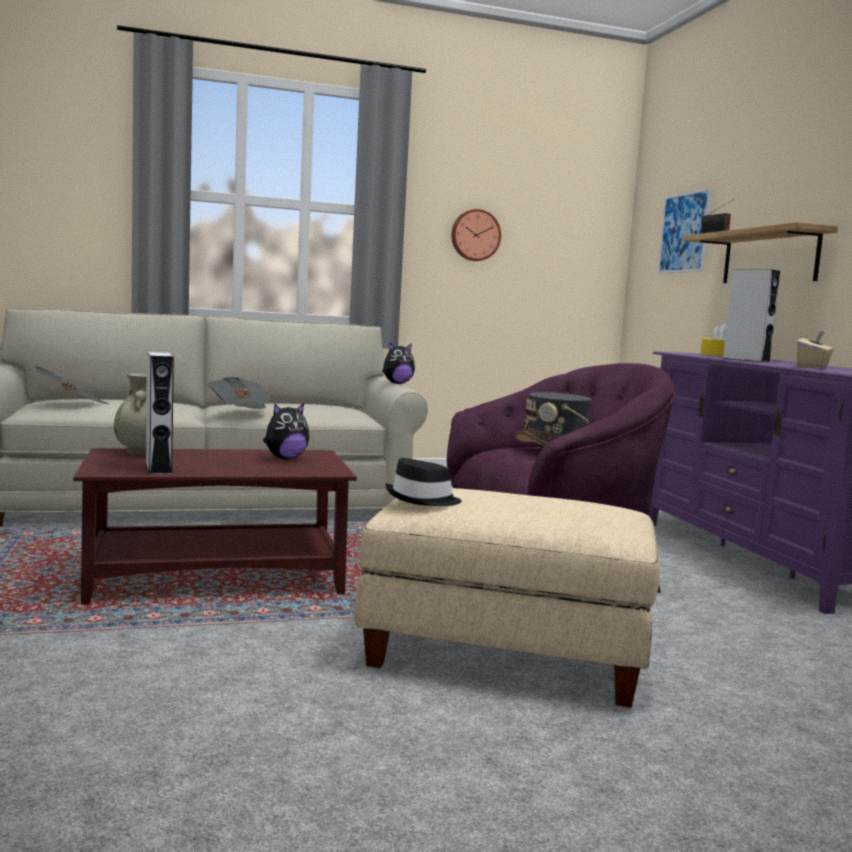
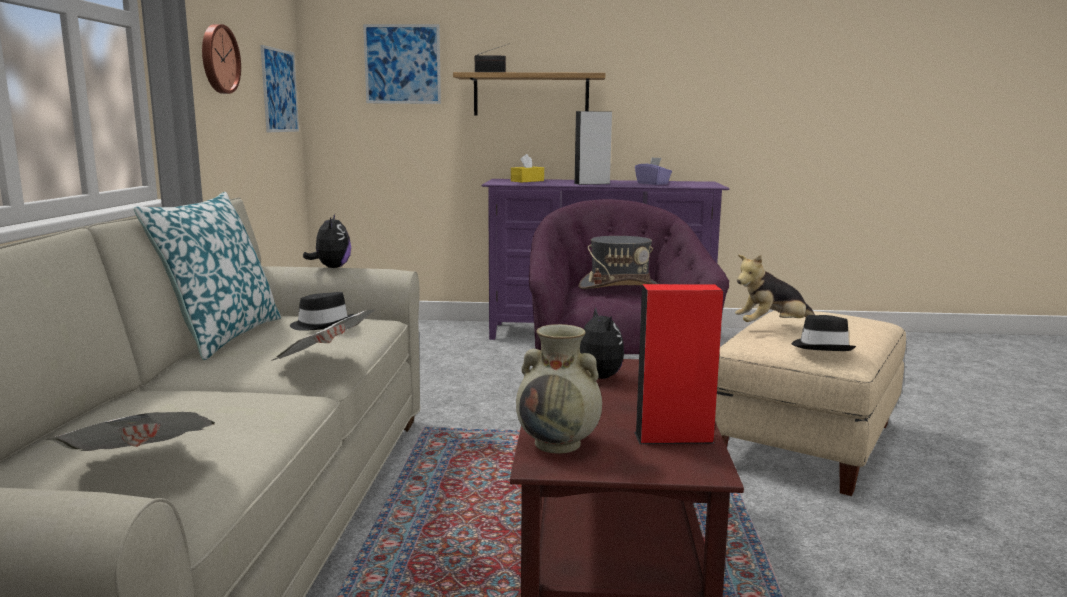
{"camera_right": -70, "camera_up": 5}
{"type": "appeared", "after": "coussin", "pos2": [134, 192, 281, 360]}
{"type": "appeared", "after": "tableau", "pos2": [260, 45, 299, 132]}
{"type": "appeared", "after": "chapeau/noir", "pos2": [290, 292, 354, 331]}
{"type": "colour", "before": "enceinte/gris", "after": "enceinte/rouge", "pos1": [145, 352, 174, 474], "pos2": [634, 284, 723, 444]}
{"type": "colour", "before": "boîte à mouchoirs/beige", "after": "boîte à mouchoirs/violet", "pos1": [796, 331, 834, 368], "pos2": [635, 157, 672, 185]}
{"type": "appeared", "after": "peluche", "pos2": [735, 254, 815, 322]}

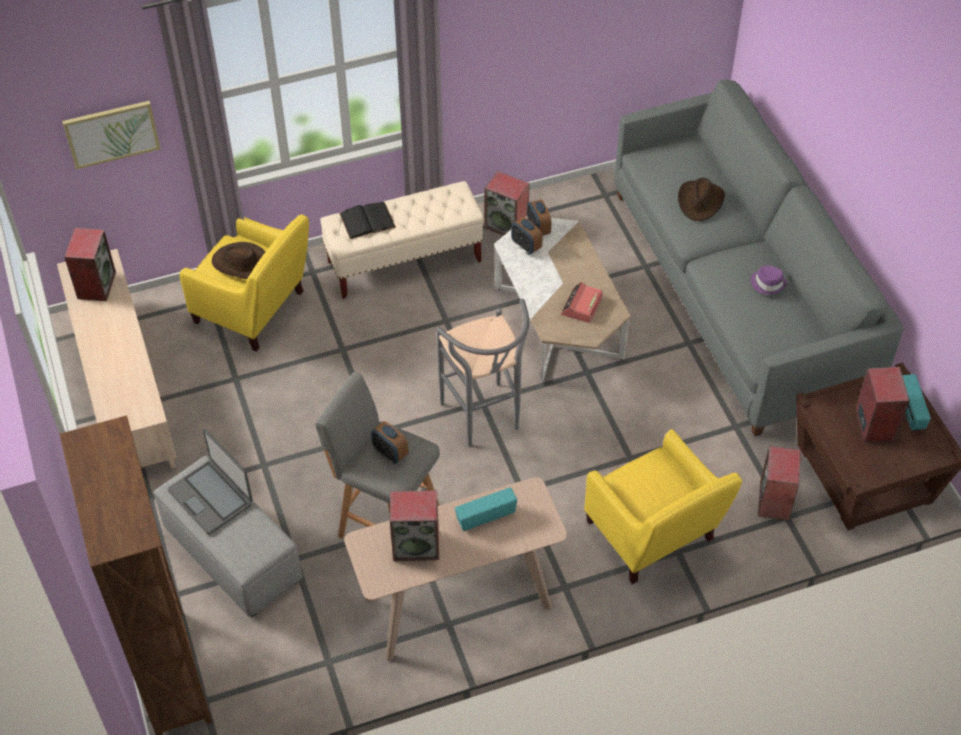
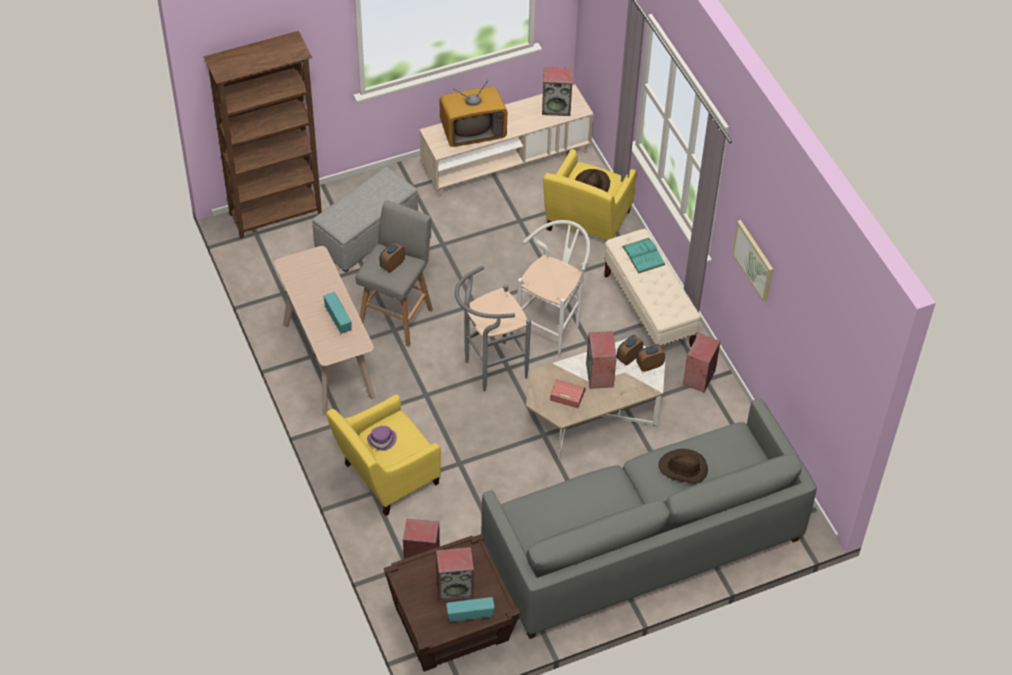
{"camera_right": 85, "camera_up": 0}
{"type": "relocated", "before": "chapeau/violet", "pos1": [751, 265, 787, 295], "pos2": [367, 426, 397, 450]}
{"type": "appeared", "after": "téléviseur", "pos2": [440, 80, 507, 147]}
{"type": "appeared", "after": "tabouret/blanc", "pos2": [517, 220, 591, 358]}
{"type": "relocated", "before": "enceinte", "pos1": [390, 490, 439, 561], "pos2": [586, 331, 617, 389]}
{"type": "colour", "before": "livre/noir", "after": "livre/turquoise", "pos1": [340, 202, 396, 239], "pos2": [622, 238, 665, 274]}
{"type": "relocated", "before": "tableau", "pos1": [62, 101, 161, 169], "pos2": [732, 220, 773, 302]}
{"type": "missing", "before": "ordinateur portable", "pos1": [168, 429, 253, 534]}

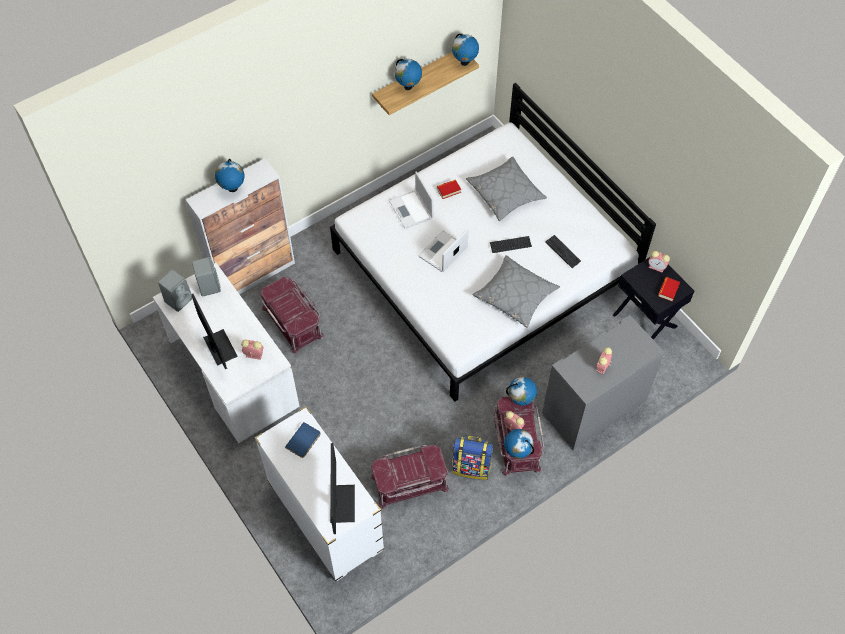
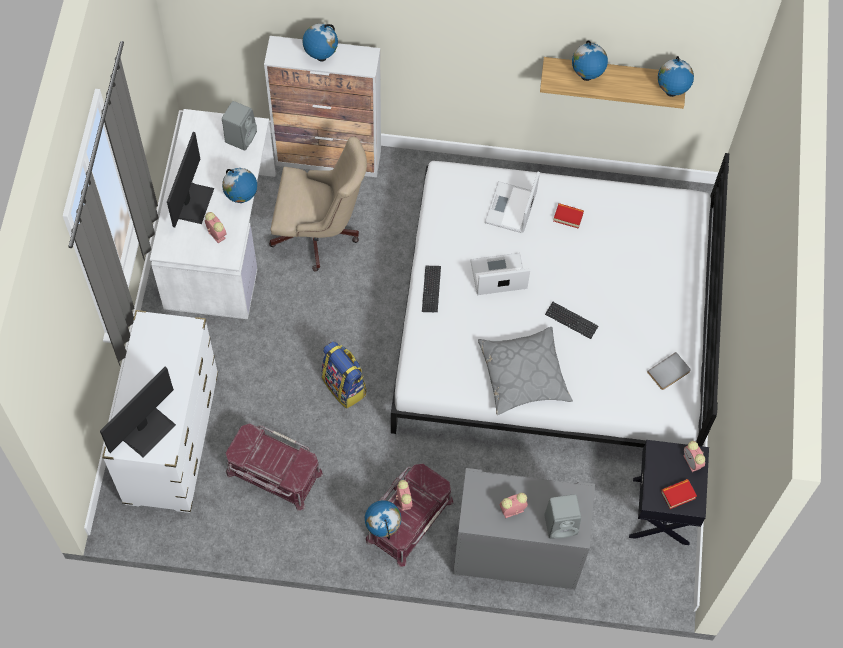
{"camera_right": 40, "camera_up": 5}
{"type": "relocated", "before": "globe", "pos1": [506, 377, 537, 406], "pos2": [222, 168, 257, 203]}
{"type": "exchanged", "before": "boîte de rangement/rouge", "after": "chaise de bureau/beige", "pos1": [261, 277, 324, 354], "pos2": [269, 137, 367, 272]}
{"type": "relocated", "before": "sac à dos", "pos1": [452, 436, 493, 480], "pos2": [321, 341, 367, 409]}
{"type": "relocated", "before": "clavier", "pos1": [545, 235, 581, 268], "pos2": [422, 266, 441, 312]}
{"type": "relocated", "before": "enceinte/gris", "pos1": [158, 270, 193, 312], "pos2": [544, 494, 581, 539]}
{"type": "appeared", "after": "livre/gris", "pos2": [647, 352, 691, 390]}
{"type": "missing", "before": "livre/bleu", "pos1": [285, 422, 321, 458]}
{"type": "missing", "before": "coussin/gris", "pos1": [466, 157, 547, 221]}

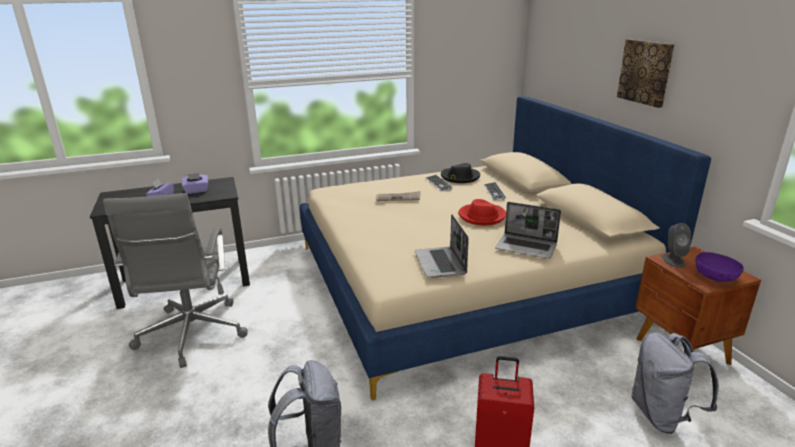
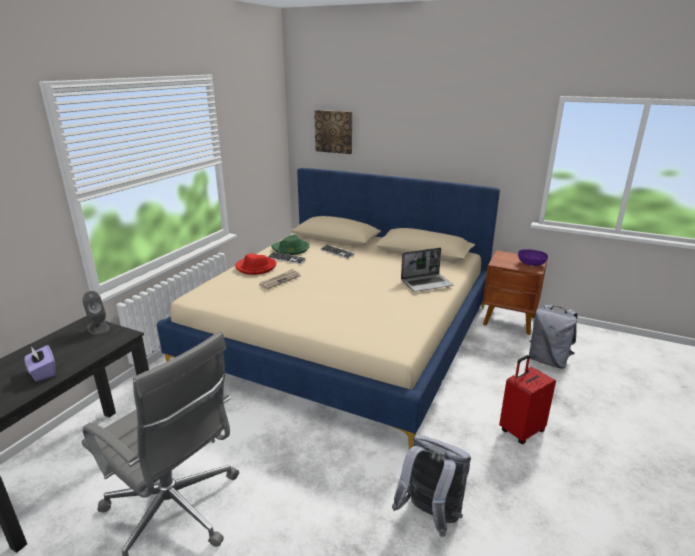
{"camera_right": -45, "camera_up": 0}
{"type": "relocated", "before": "enceinte/gris", "pos1": [662, 223, 691, 267], "pos2": [83, 291, 109, 335]}
{"type": "relocated", "before": "chapeau/rouge", "pos1": [458, 199, 506, 225], "pos2": [235, 254, 276, 275]}
{"type": "colour", "before": "chapeau/noir", "after": "chapeau/vert", "pos1": [441, 163, 480, 183], "pos2": [271, 235, 310, 255]}
{"type": "relocated", "before": "tableau", "pos1": [617, 39, 674, 108], "pos2": [314, 110, 352, 154]}
{"type": "missing", "before": "boîte à mouchoirs/violet", "pos1": [181, 173, 208, 194]}
{"type": "missing", "before": "ordinateur portable", "pos1": [414, 214, 469, 278]}

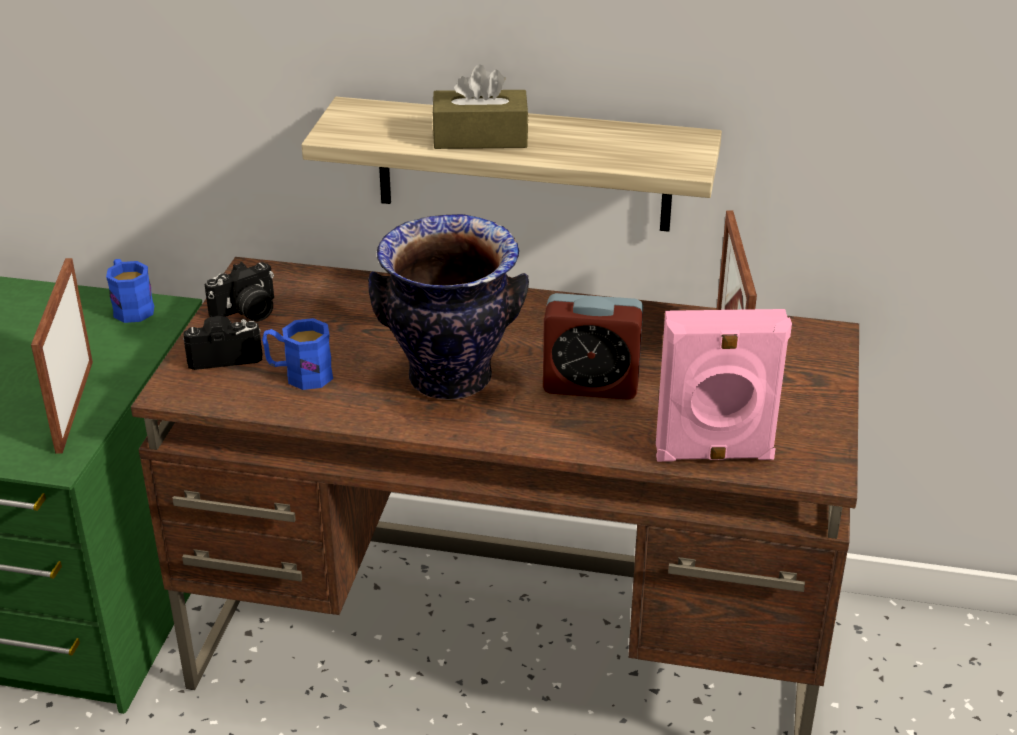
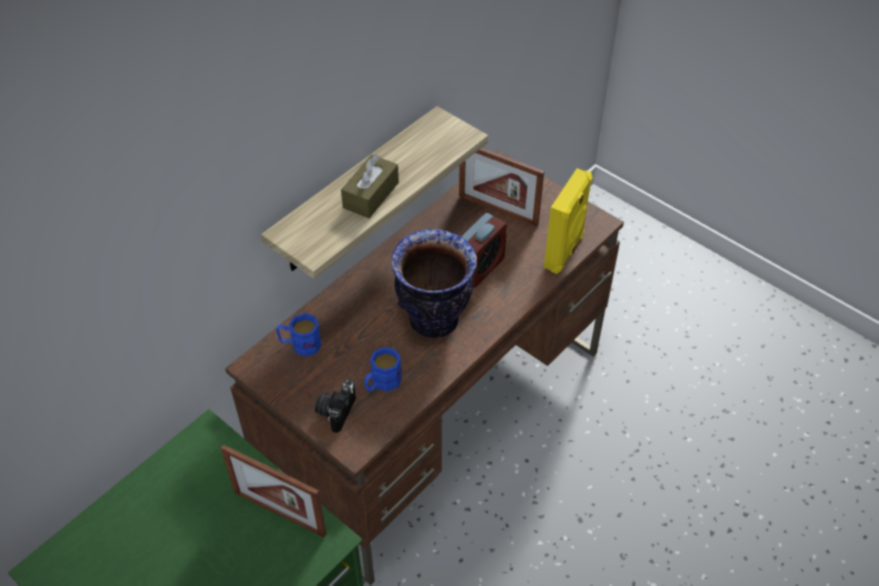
{"camera_right": -60, "camera_up": 15}
{"type": "relocated", "before": "mug/bleu", "pos1": [106, 259, 154, 323], "pos2": [276, 313, 322, 357]}
{"type": "colour", "before": "enceinte/rose", "after": "enceinte/jaune", "pos1": [656, 309, 792, 462], "pos2": [544, 168, 593, 274]}
{"type": "missing", "before": "appareil photo", "pos1": [205, 262, 274, 321]}

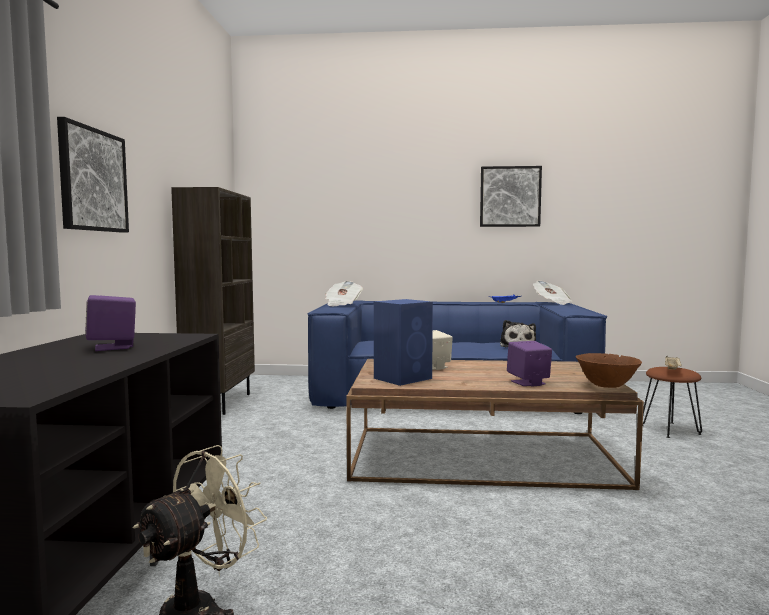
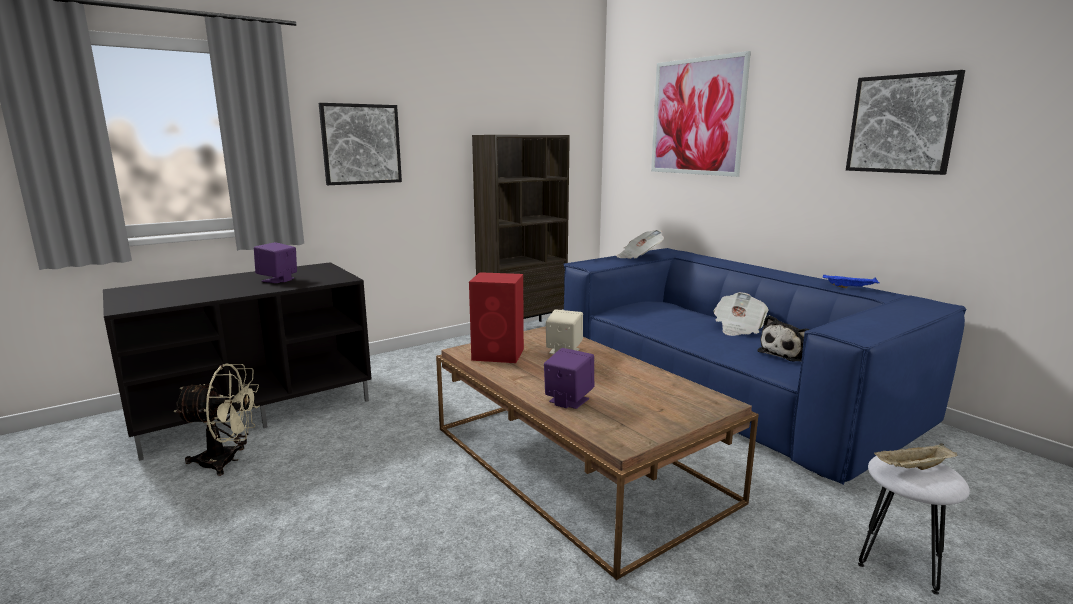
{"camera_right": 50, "camera_up": 10}
{"type": "colour", "before": "enceinte/bleu", "after": "enceinte/rouge", "pos1": [374, 299, 433, 386], "pos2": [469, 272, 524, 363]}
{"type": "appeared", "after": "tableau", "pos2": [651, 51, 751, 177]}
{"type": "relocated", "before": "journal", "pos1": [533, 280, 572, 305], "pos2": [713, 292, 769, 336]}
{"type": "colour", "before": "tabouret/marron", "after": "tabouret/blanc", "pos1": [643, 367, 702, 438], "pos2": [858, 456, 970, 594]}
{"type": "missing", "before": "bol/marron", "pos1": [576, 353, 642, 388]}

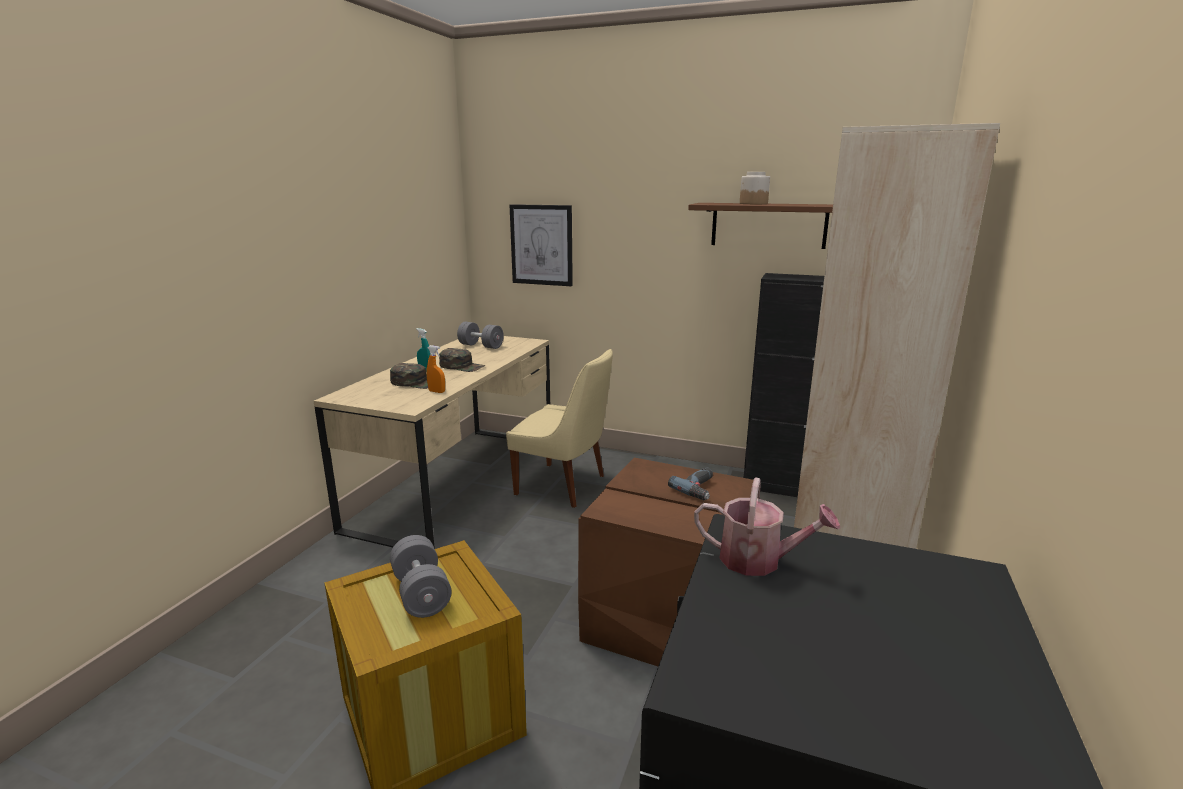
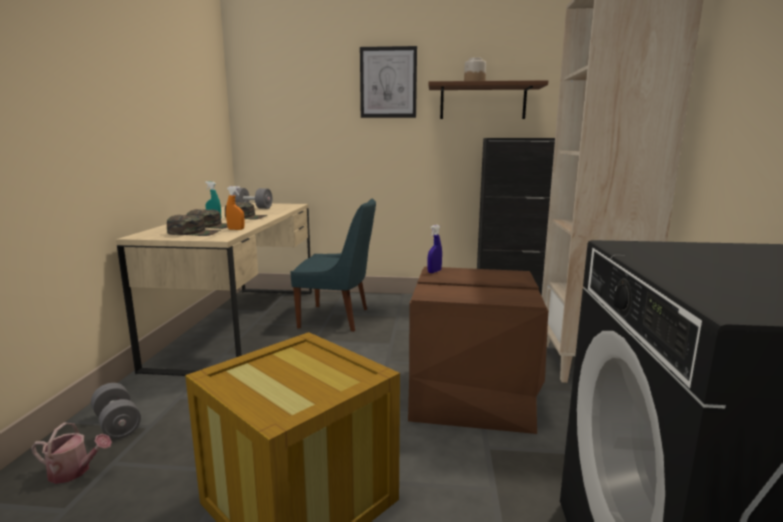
{"camera_right": -15, "camera_up": -5}
{"type": "relocated", "before": "arrosoir", "pos1": [694, 477, 841, 576], "pos2": [31, 422, 112, 484]}
{"type": "relocated", "before": "haltère/gris", "pos1": [390, 535, 452, 618], "pos2": [91, 383, 141, 439]}
{"type": "appeared", "after": "casquette/vert", "pos2": [167, 215, 221, 236]}
{"type": "colour", "before": "chaise/beige", "after": "chaise/bleu", "pos1": [506, 349, 613, 508], "pos2": [291, 199, 376, 332]}
{"type": "relocated", "before": "tableau", "pos1": [509, 204, 573, 286], "pos2": [360, 46, 417, 118]}
{"type": "appeared", "after": "vaporisateur/bleu", "pos2": [427, 225, 442, 273]}
{"type": "missing", "before": "perceuse", "pos1": [668, 467, 713, 500]}

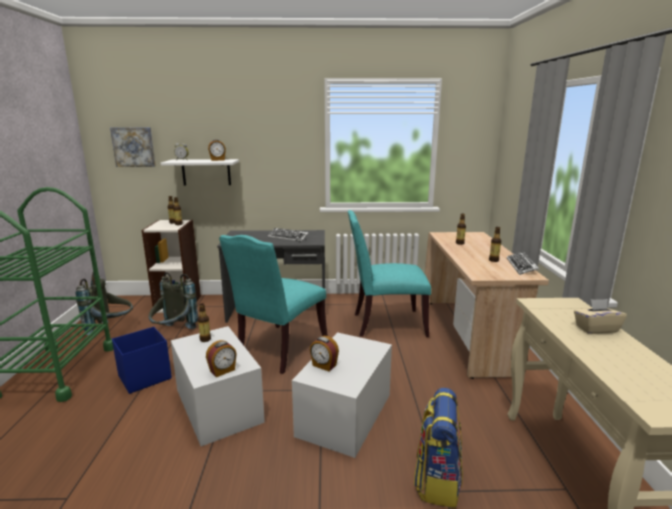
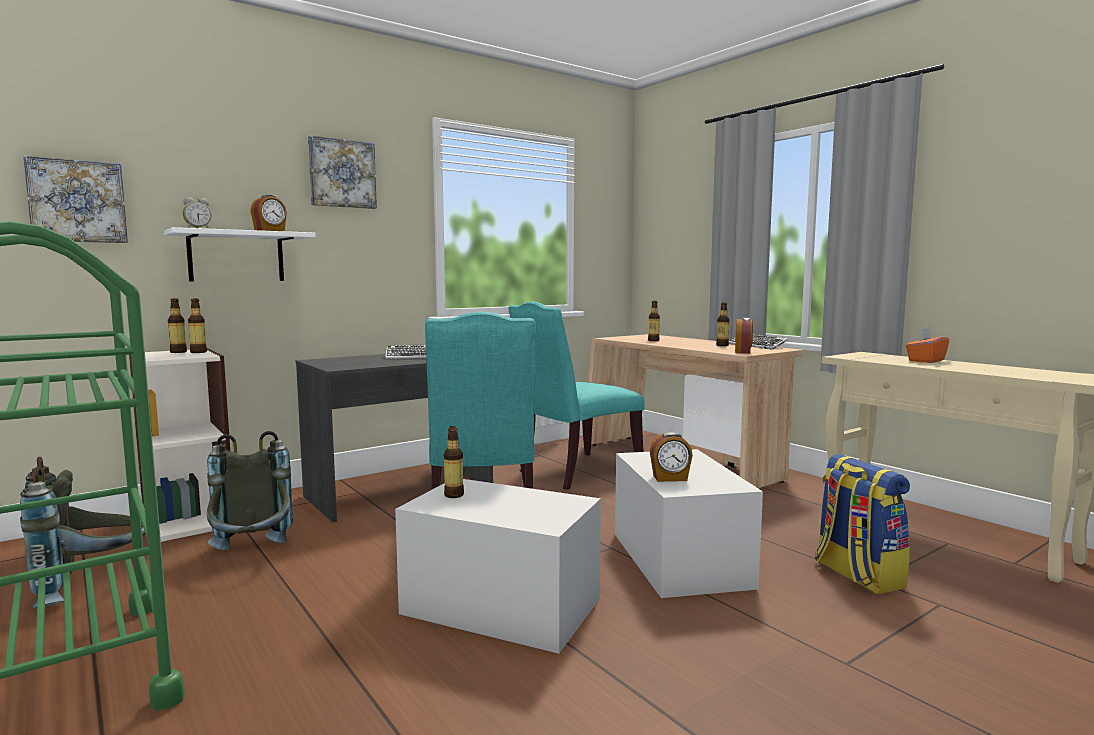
{"camera_right": -35, "camera_up": -10}
{"type": "appeared", "after": "tableau", "pos2": [308, 136, 377, 209]}
{"type": "relocated", "before": "réveil", "pos1": [206, 340, 237, 377], "pos2": [735, 318, 753, 354]}
{"type": "colour", "before": "boîte à mouchoirs/beige", "after": "boîte à mouchoirs/orange", "pos1": [574, 299, 627, 334], "pos2": [906, 328, 949, 363]}
{"type": "missing", "before": "boîte de rangement/bleu", "pos1": [112, 327, 172, 394]}

